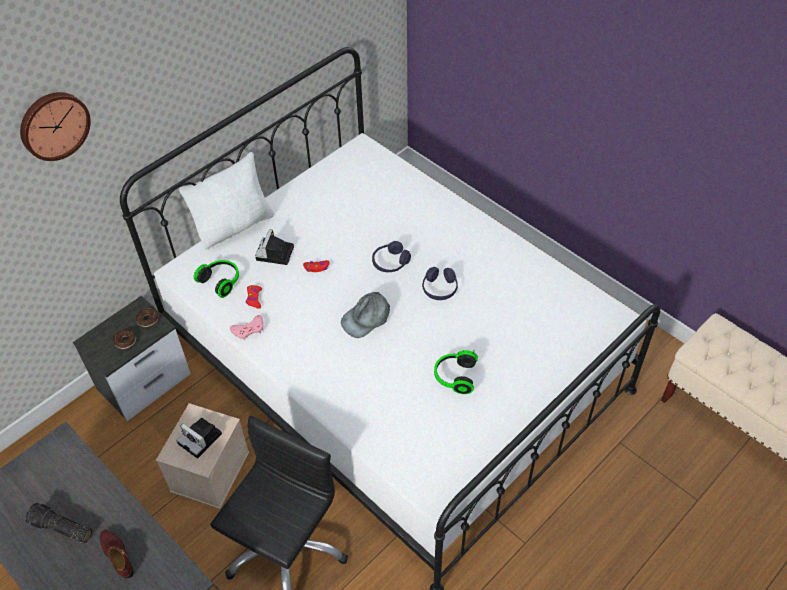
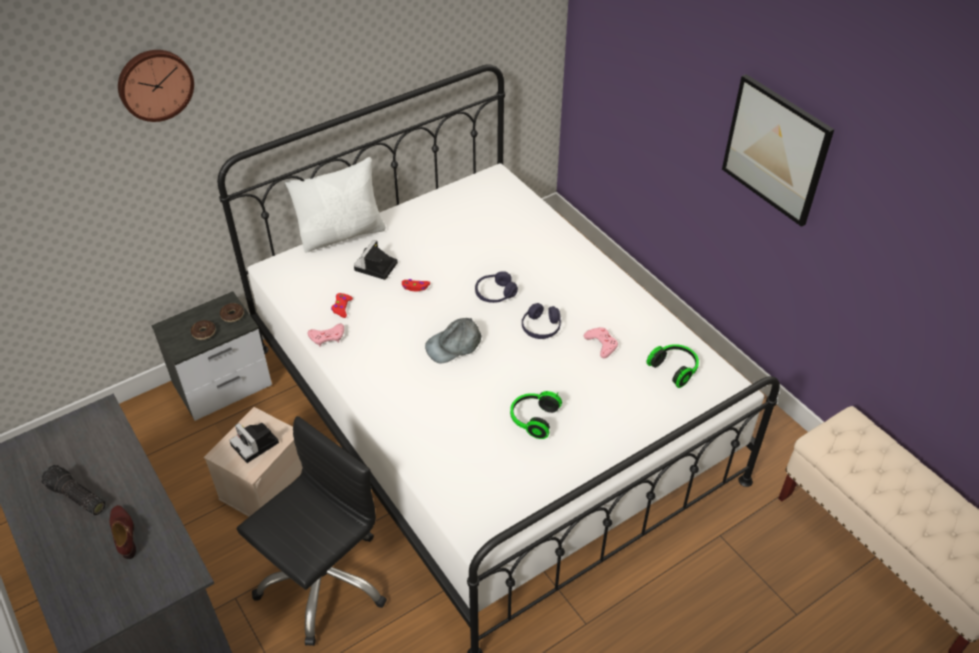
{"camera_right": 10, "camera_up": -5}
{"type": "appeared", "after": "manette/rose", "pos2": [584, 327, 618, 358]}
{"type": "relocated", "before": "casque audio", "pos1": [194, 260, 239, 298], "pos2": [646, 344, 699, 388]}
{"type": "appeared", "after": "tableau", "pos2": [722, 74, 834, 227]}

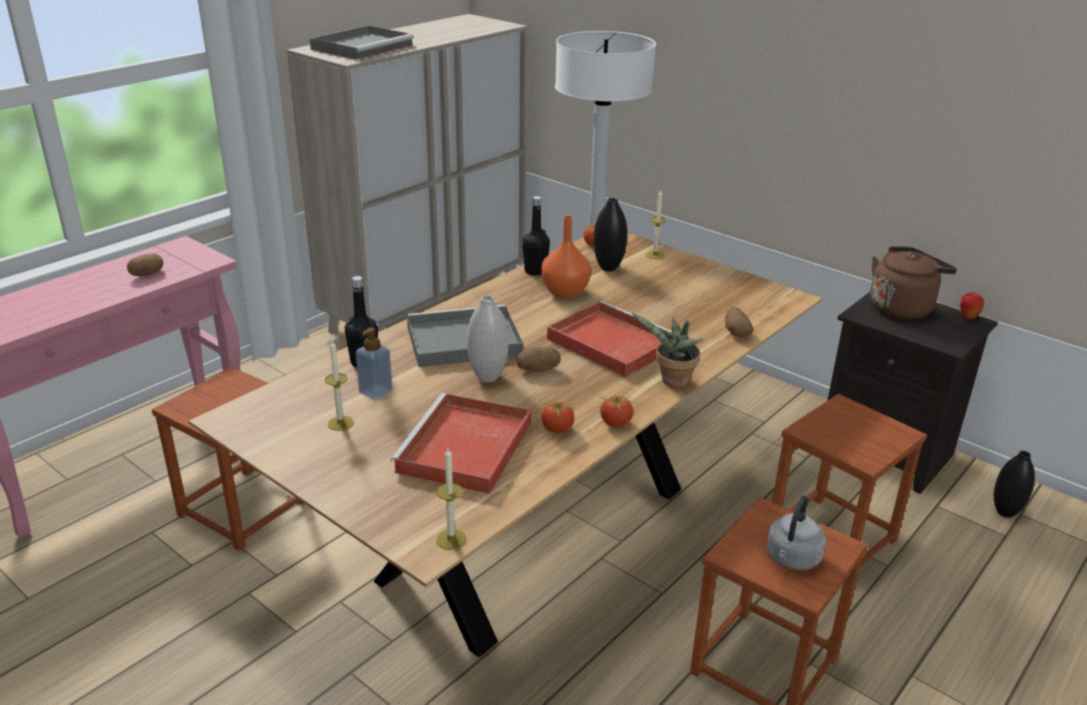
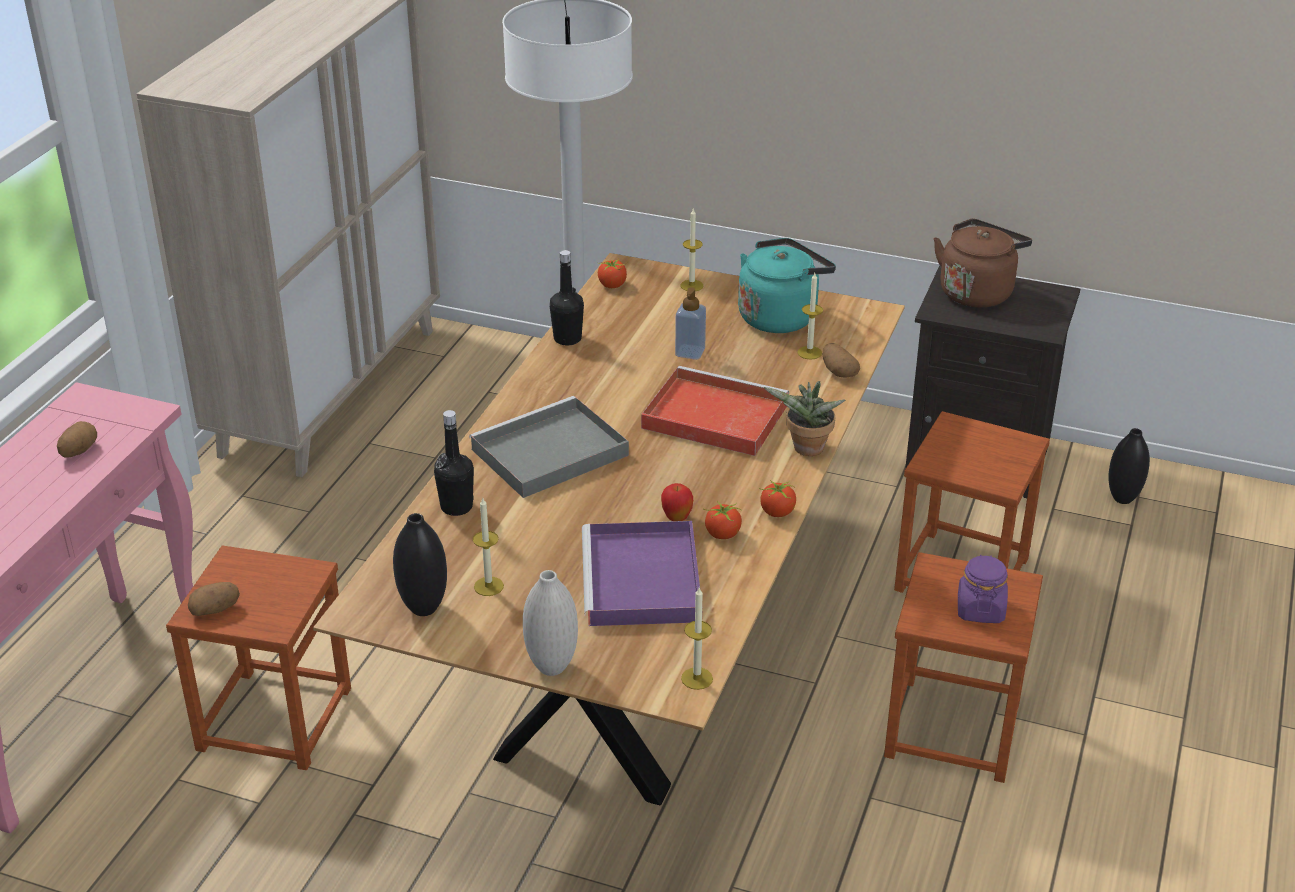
{"camera_right": -20, "camera_up": 5}
{"type": "relocated", "before": "pomme de terre", "pos1": [516, 346, 561, 371], "pos2": [188, 582, 240, 616]}
{"type": "relocated", "before": "vase/noir", "pos1": [594, 198, 627, 271], "pos2": [393, 513, 447, 616]}
{"type": "relocated", "before": "vase/blanc", "pos1": [467, 295, 509, 383], "pos2": [523, 570, 578, 676]}
{"type": "colour", "before": "plateau/rouge", "after": "plateau/violet", "pos1": [390, 393, 531, 494], "pos2": [582, 521, 700, 626]}
{"type": "relocated", "before": "pomme", "pos1": [960, 292, 984, 320], "pos2": [661, 483, 693, 521]}
{"type": "relocated", "before": "distributeur de savon", "pos1": [355, 327, 393, 400], "pos2": [675, 287, 706, 360]}
{"type": "appeared", "after": "bouilloire/turquoise", "pos2": [738, 238, 836, 333]}
{"type": "appeared", "after": "bougie", "pos2": [797, 273, 823, 360]}
{"type": "exchanged", "before": "bouilloire/gris", "after": "bocal/violet", "pos1": [766, 495, 826, 570], "pos2": [958, 555, 1008, 623]}
{"type": "missing", "before": "plateau/gris", "pos1": [310, 25, 414, 60]}
{"type": "missing", "before": "vase/orange", "pos1": [541, 216, 591, 298]}

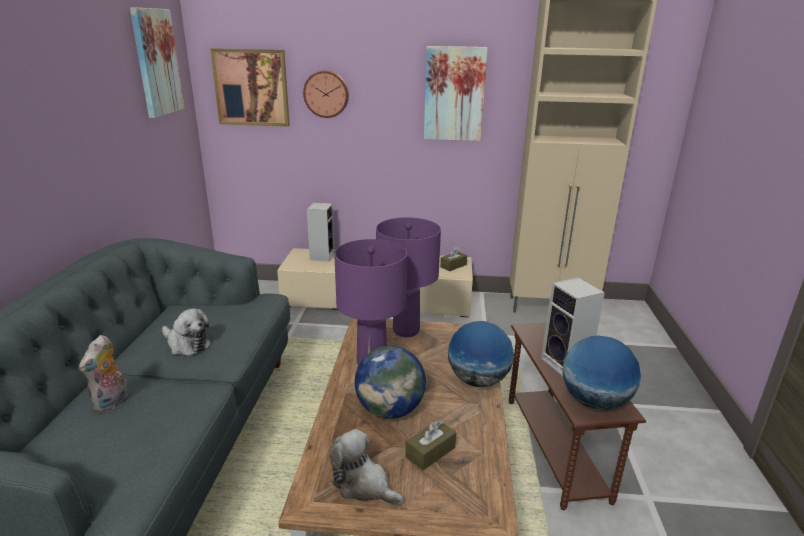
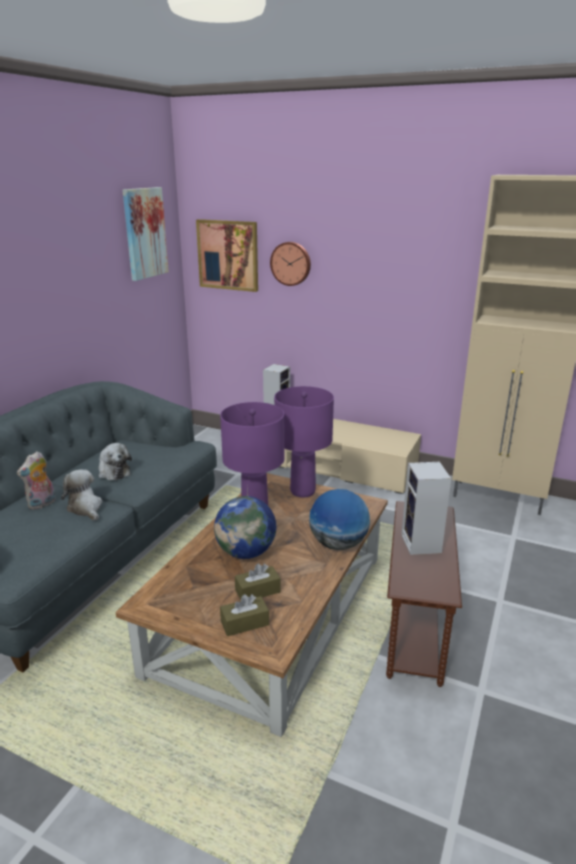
{"camera_right": 20, "camera_up": 0}
{"type": "relocated", "before": "peluche", "pos1": [329, 429, 403, 505], "pos2": [61, 469, 102, 521]}
{"type": "relocated", "before": "boîte à mouchoirs/marron", "pos1": [440, 247, 467, 271], "pos2": [220, 594, 269, 636]}
{"type": "missing", "before": "tableau", "pos1": [424, 46, 488, 141]}
{"type": "missing", "before": "globe", "pos1": [562, 335, 641, 410]}

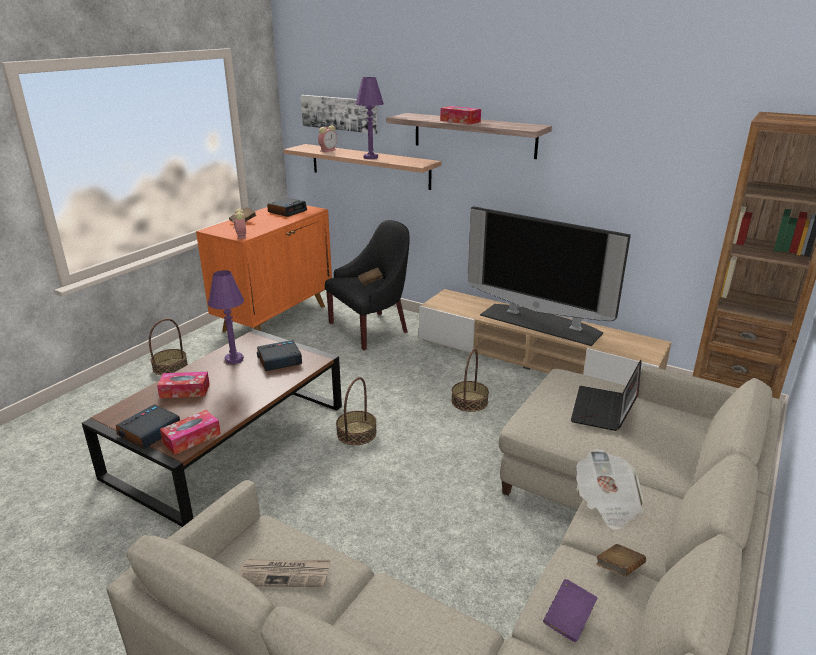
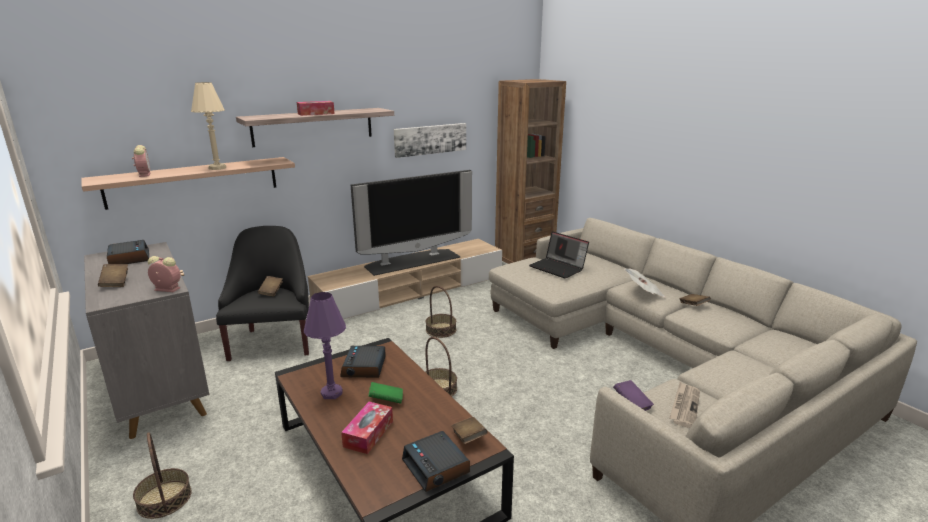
{"camera_right": -65, "camera_up": -5}
{"type": "colour", "before": "meuble de rangement/orange", "after": "meuble de rangement/gris", "pos1": [196, 205, 332, 332], "pos2": [84, 242, 209, 439]}
{"type": "colour", "before": "lampe de table/violet", "after": "lampe de table/beige", "pos1": [355, 77, 384, 159], "pos2": [191, 82, 226, 170]}
{"type": "appeared", "after": "livre/vert", "pos2": [369, 382, 403, 404]}
{"type": "relocated", "before": "tableau", "pos1": [301, 95, 378, 134], "pos2": [394, 123, 466, 158]}
{"type": "exchanged", "before": "boîte à mouchoirs", "after": "livre/marron", "pos1": [160, 410, 221, 455], "pos2": [451, 417, 488, 444]}
{"type": "relocated", "before": "livre/violet", "pos1": [543, 579, 597, 642], "pos2": [613, 380, 654, 411]}

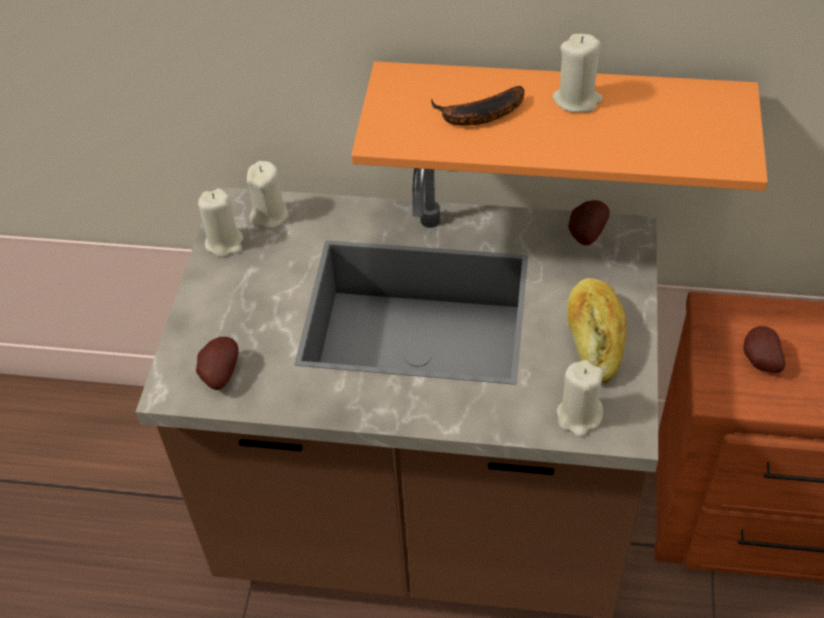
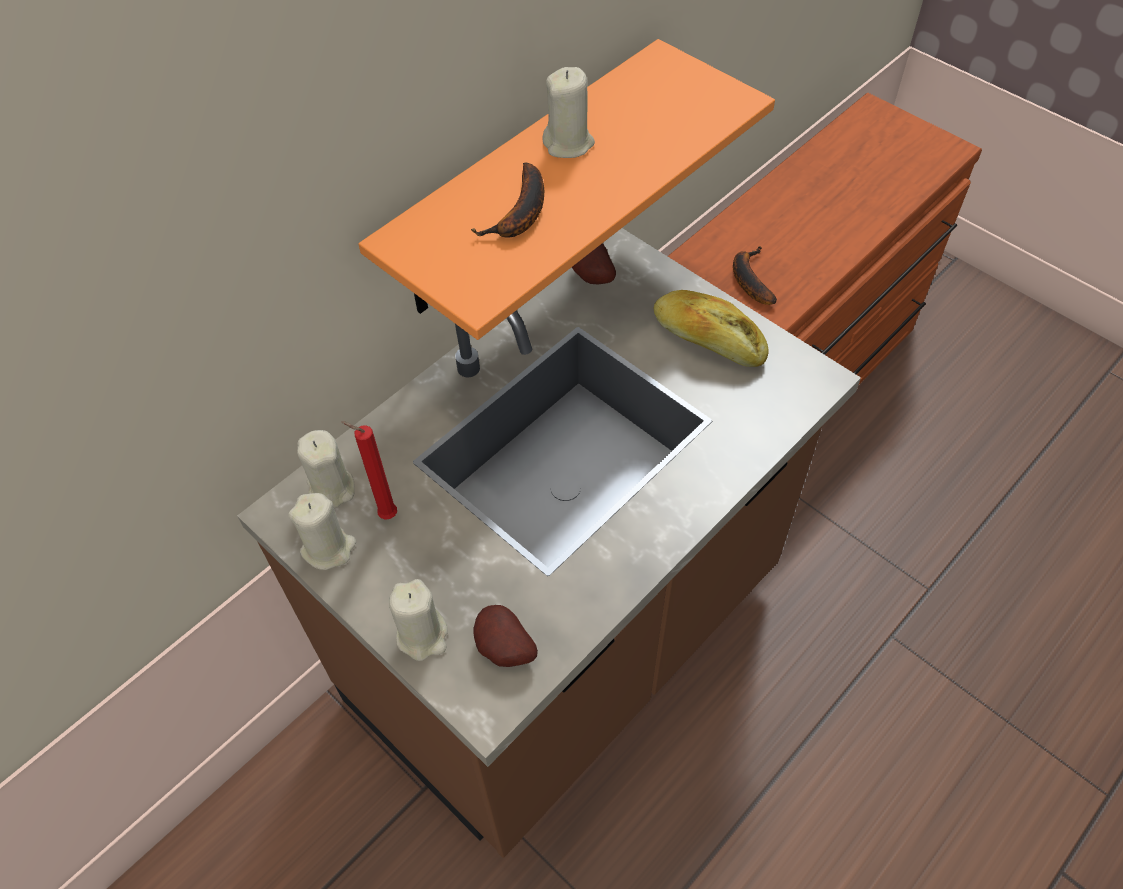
{"camera_right": -55, "camera_up": 5}
{"type": "appeared", "after": "bougie/rouge", "pos2": [341, 421, 397, 520]}
{"type": "relocated", "before": "bougie/beige", "pos1": [557, 360, 603, 437], "pos2": [389, 579, 448, 661]}
{"type": "exchanged", "before": "pomme de terre", "after": "banane", "pos1": [743, 326, 785, 373], "pos2": [733, 246, 777, 305]}

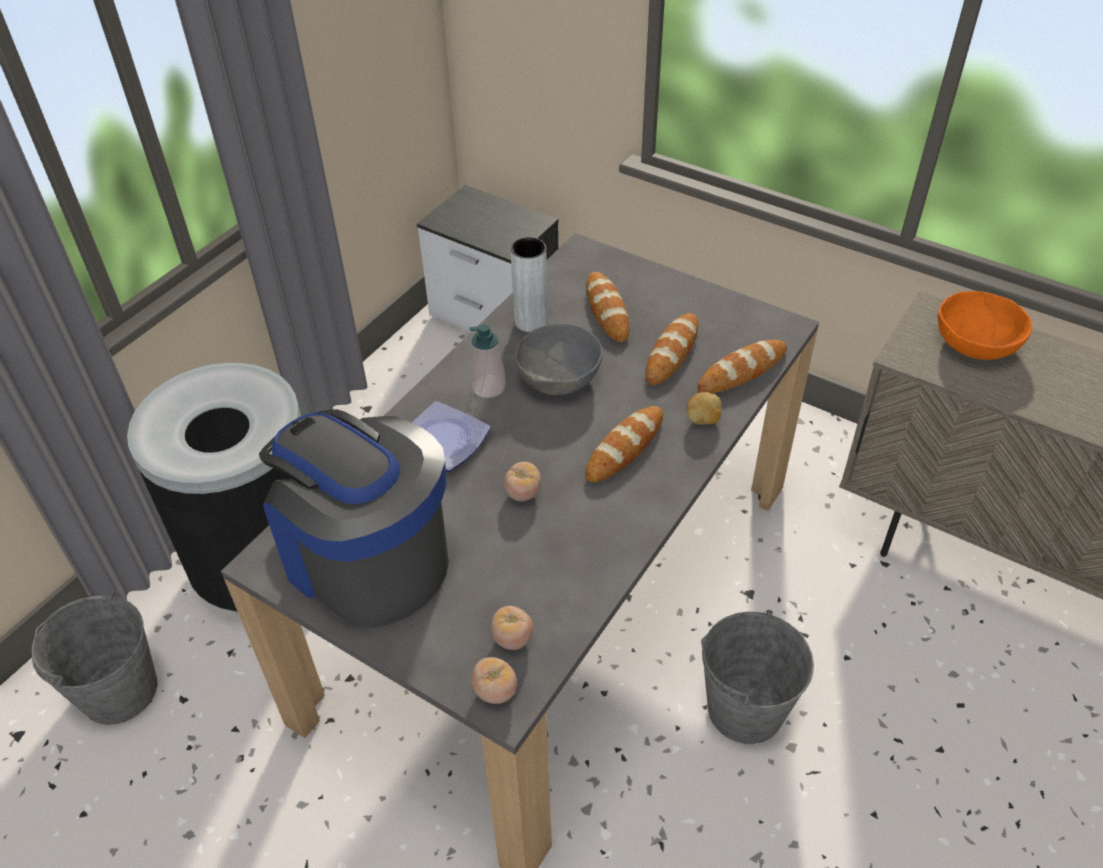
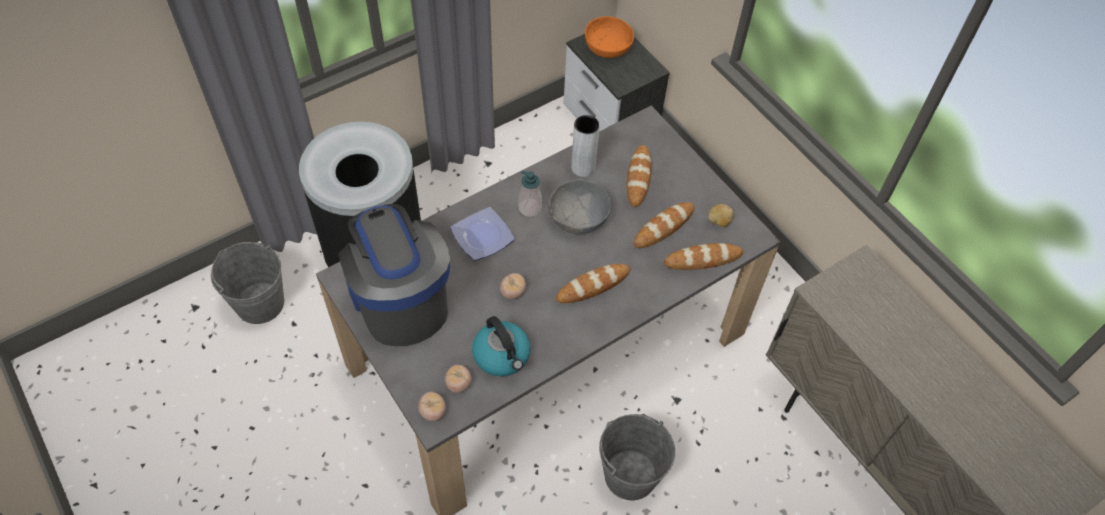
{"camera_right": 20, "camera_up": 10}
{"type": "appeared", "after": "bouilloire", "pos2": [472, 316, 531, 376]}
{"type": "relocated", "before": "bol/orange", "pos1": [938, 291, 1032, 360], "pos2": [585, 16, 634, 58]}
{"type": "relocated", "before": "pomme de terre", "pos1": [687, 392, 722, 425], "pos2": [708, 204, 734, 227]}

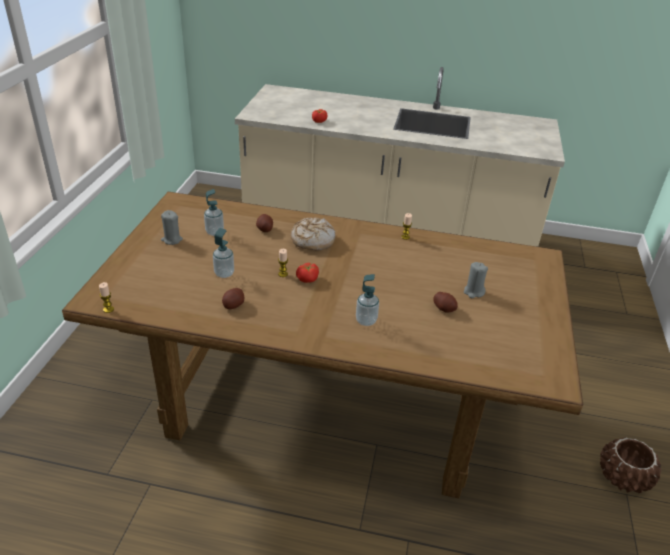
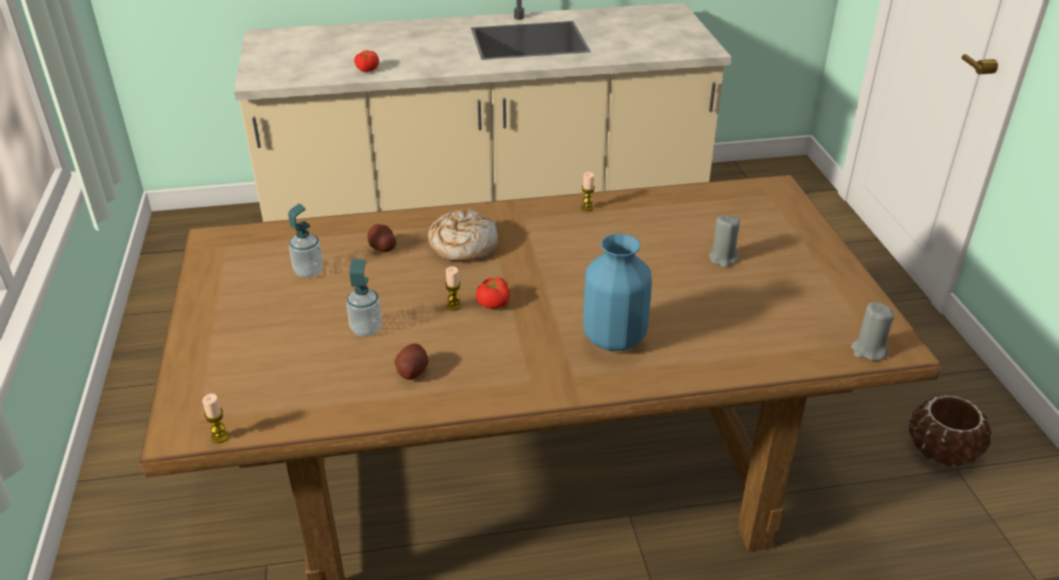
{"camera_right": -20, "camera_up": 0}
{"type": "exchanged", "before": "distributeur de savon", "after": "vase/bleu", "pos1": [356, 274, 379, 326], "pos2": [583, 234, 652, 351]}
{"type": "relocated", "before": "bougie/gris", "pos1": [161, 210, 183, 245], "pos2": [851, 302, 894, 361]}
{"type": "missing", "before": "pomme de terre", "pos1": [433, 292, 458, 312]}

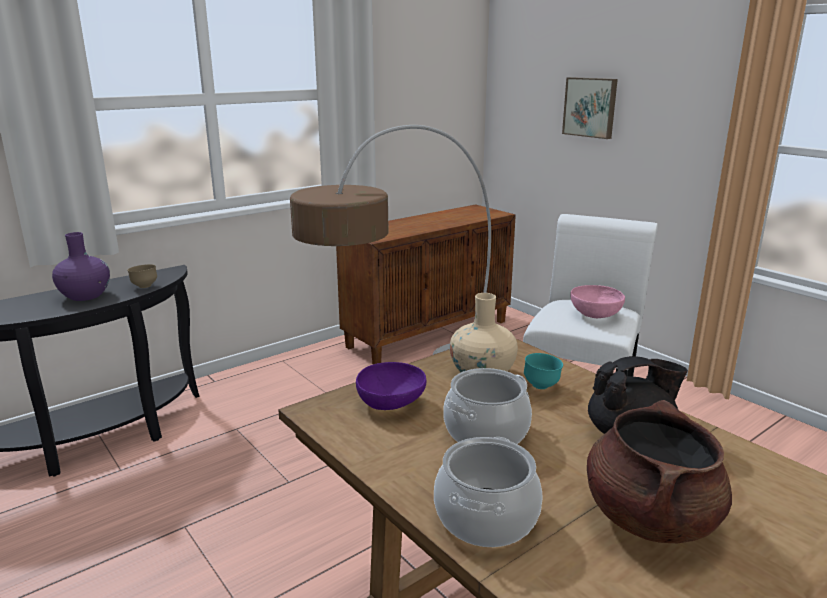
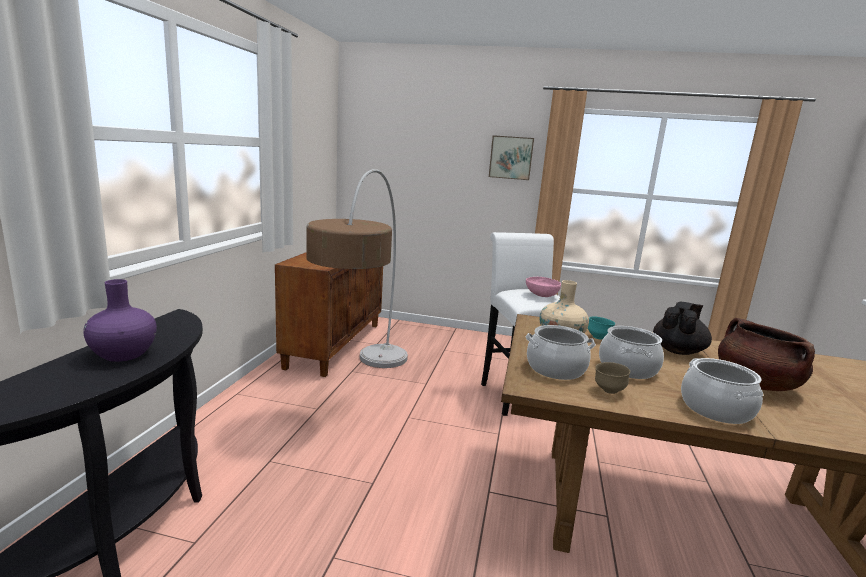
{"camera_right": -40, "camera_up": -5}
{"type": "relocated", "before": "tableau", "pos1": [562, 77, 618, 139], "pos2": [489, 135, 534, 180]}
{"type": "exchanged", "before": "bol/violet", "after": "marmite", "pos1": [356, 362, 427, 410], "pos2": [525, 325, 596, 380]}
{"type": "relocated", "before": "bol/marron", "pos1": [127, 264, 157, 288], "pos2": [595, 362, 630, 394]}

